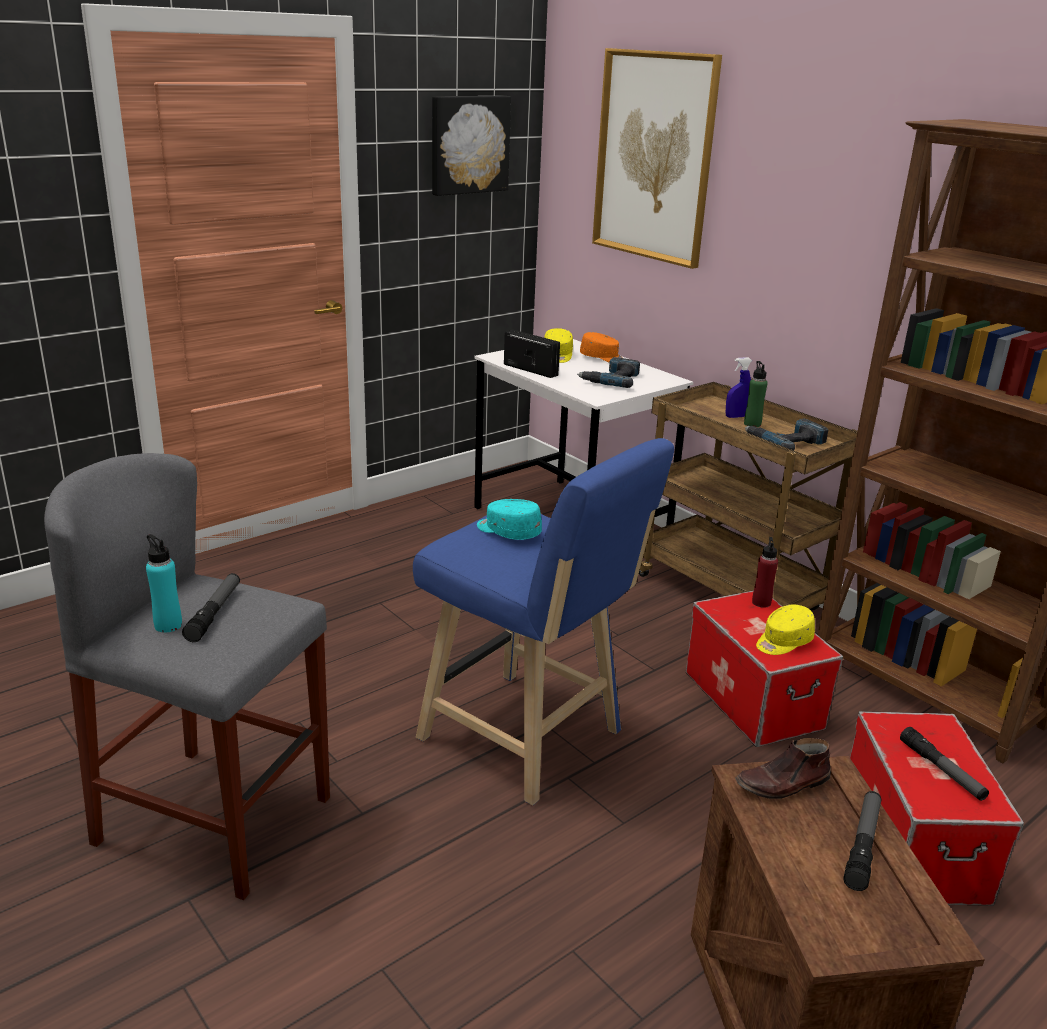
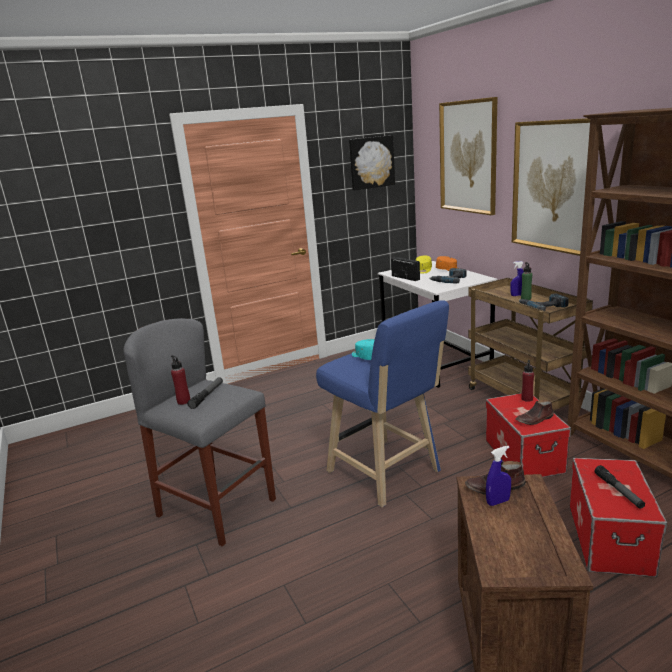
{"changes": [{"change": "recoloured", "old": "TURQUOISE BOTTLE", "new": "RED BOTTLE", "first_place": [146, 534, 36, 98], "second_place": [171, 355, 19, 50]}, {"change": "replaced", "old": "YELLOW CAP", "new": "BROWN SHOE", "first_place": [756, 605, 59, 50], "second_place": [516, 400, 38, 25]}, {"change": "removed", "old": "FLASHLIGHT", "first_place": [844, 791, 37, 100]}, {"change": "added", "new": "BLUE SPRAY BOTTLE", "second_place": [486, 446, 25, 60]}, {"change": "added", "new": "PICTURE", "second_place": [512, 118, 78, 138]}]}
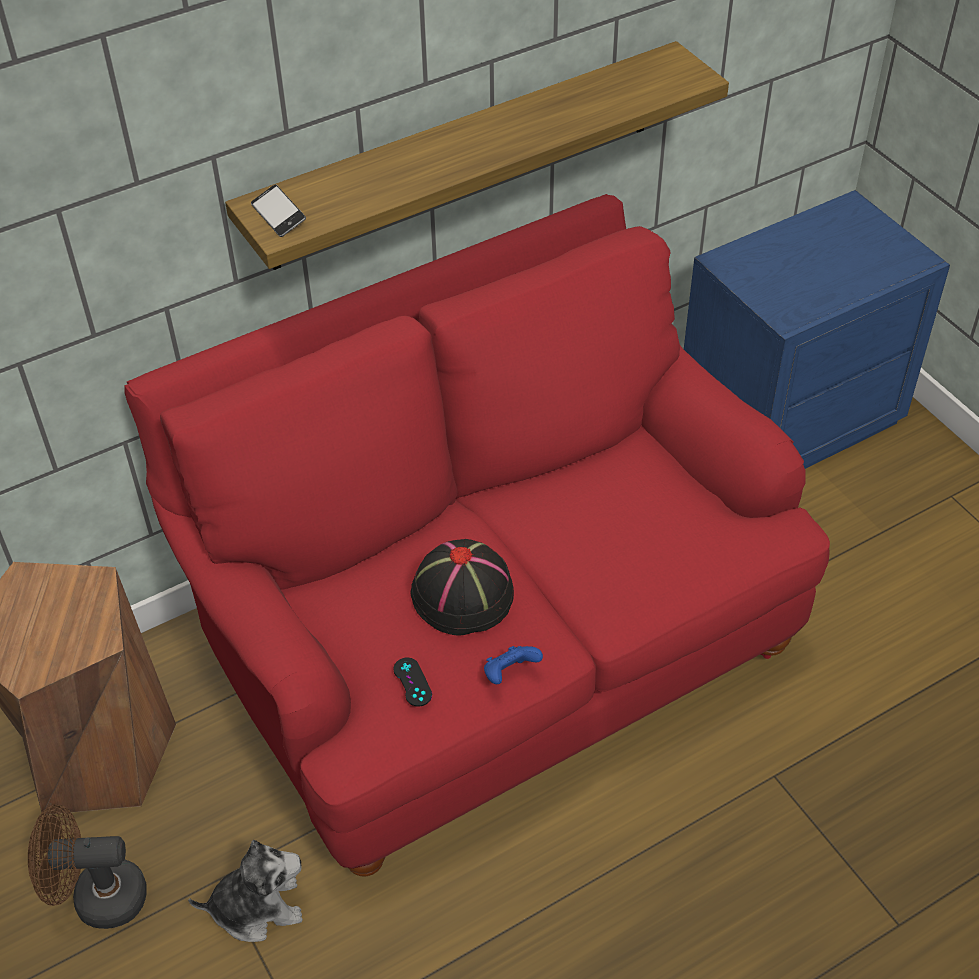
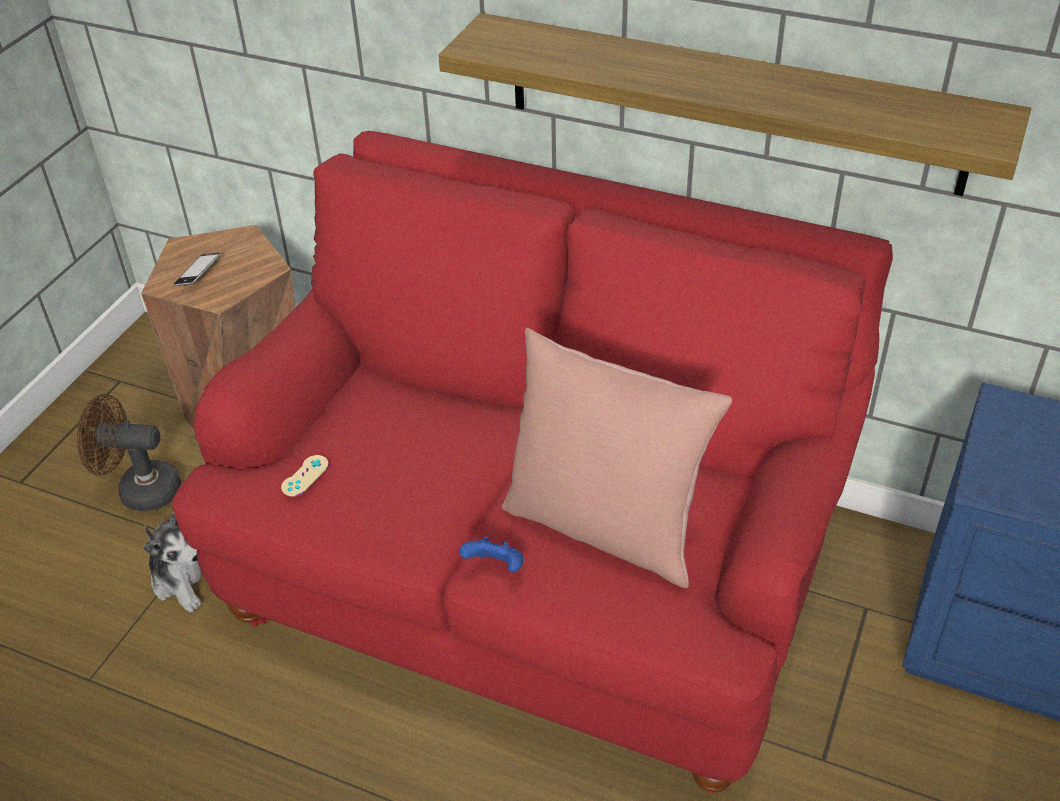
{"changes": [{"change": "turned", "old": "BROWN FAN", "first_place": [28, 805, 119, 124], "second_place": [77, 394, 104, 117], "degrees": -45}, {"change": "moved", "old": "PHONE", "first_place": [251, 184, 55, 53], "second_place": [174, 253, 47, 33]}, {"change": "recoloured", "old": "BLACK GAME CONTROLLER", "new": "BEIGE GAME CONTROLLER", "first_place": [393, 658, 39, 49], "second_place": [281, 455, 48, 41]}, {"change": "removed", "old": "BLACK HAT", "first_place": [410, 539, 104, 96]}, {"change": "moved", "old": "BLUE GAME CONTROLLER", "first_place": [484, 646, 59, 38], "second_place": [459, 536, 64, 36]}, {"change": "added", "new": "PINK PILLOW", "second_place": [502, 328, 230, 260]}]}
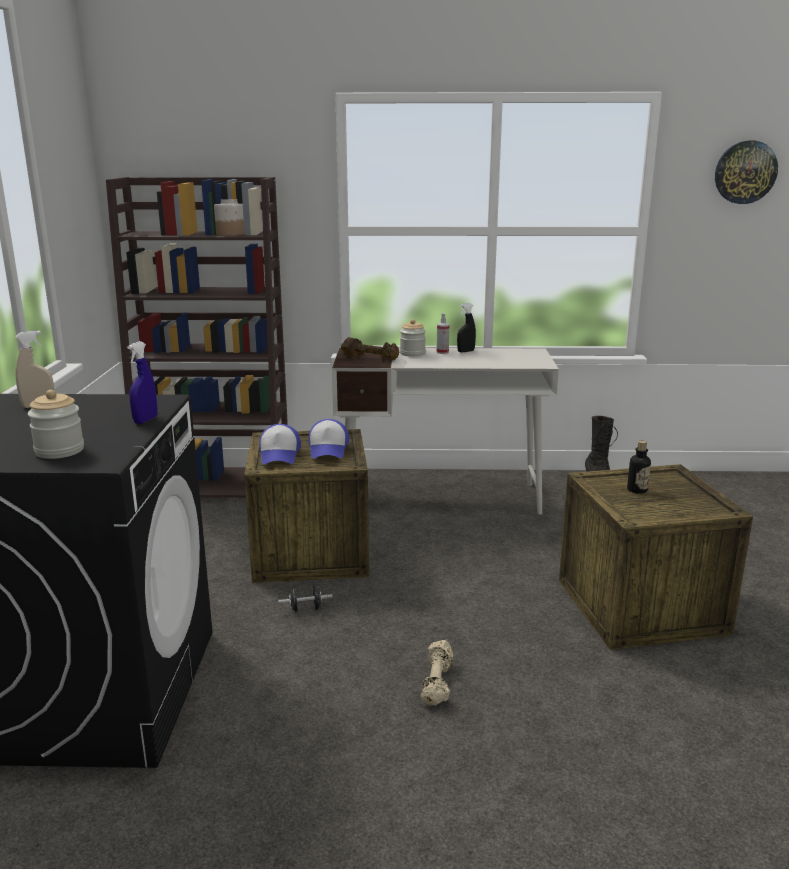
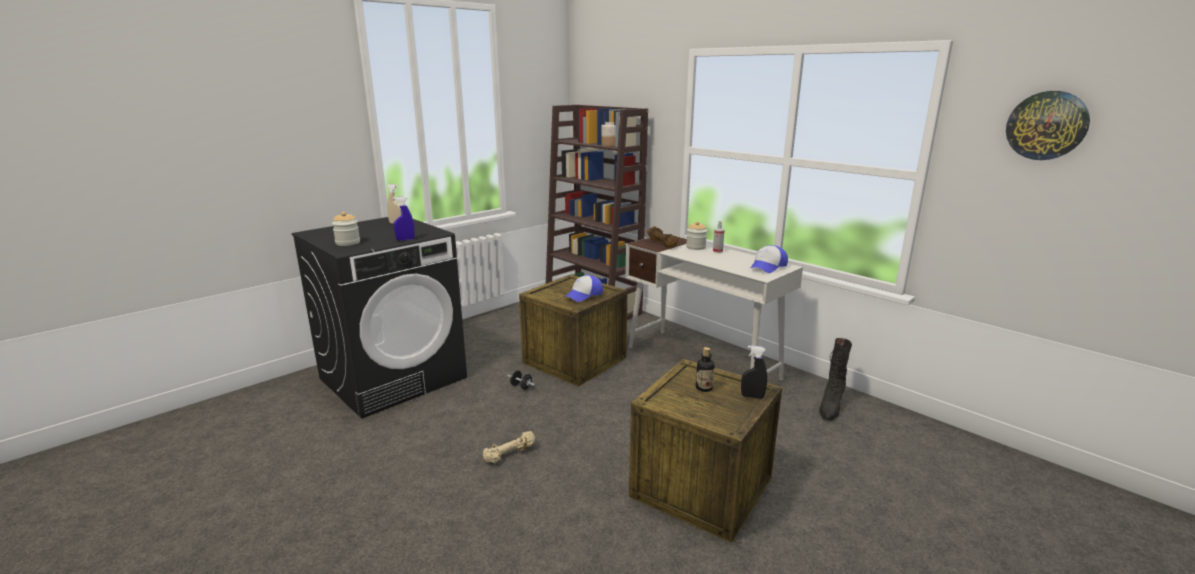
{"changes": [{"change": "moved", "old": "CAP", "first_place": [259, 424, 42, 41], "second_place": [750, 245, 38, 28]}, {"change": "moved", "old": "BLACK SPRAY BOTTLE", "first_place": [457, 303, 19, 49], "second_place": [741, 345, 26, 54]}]}
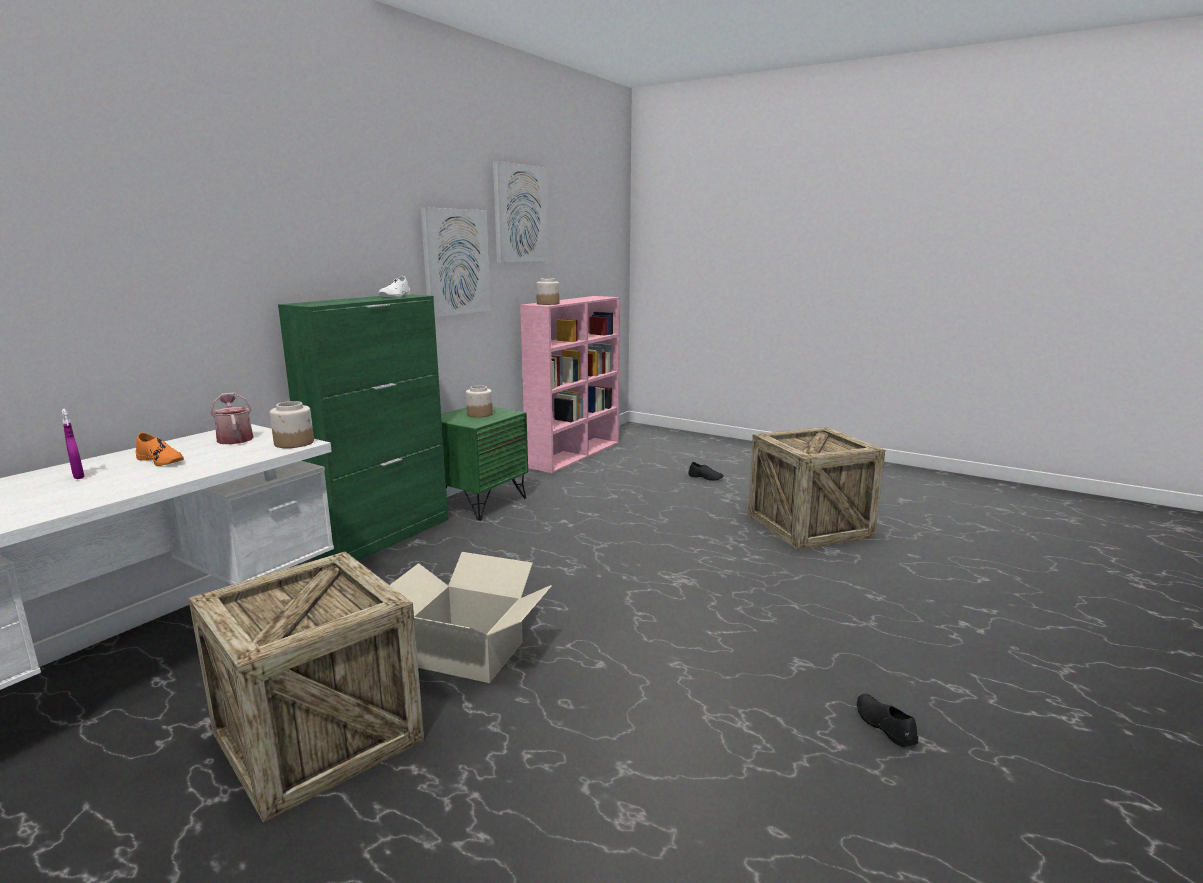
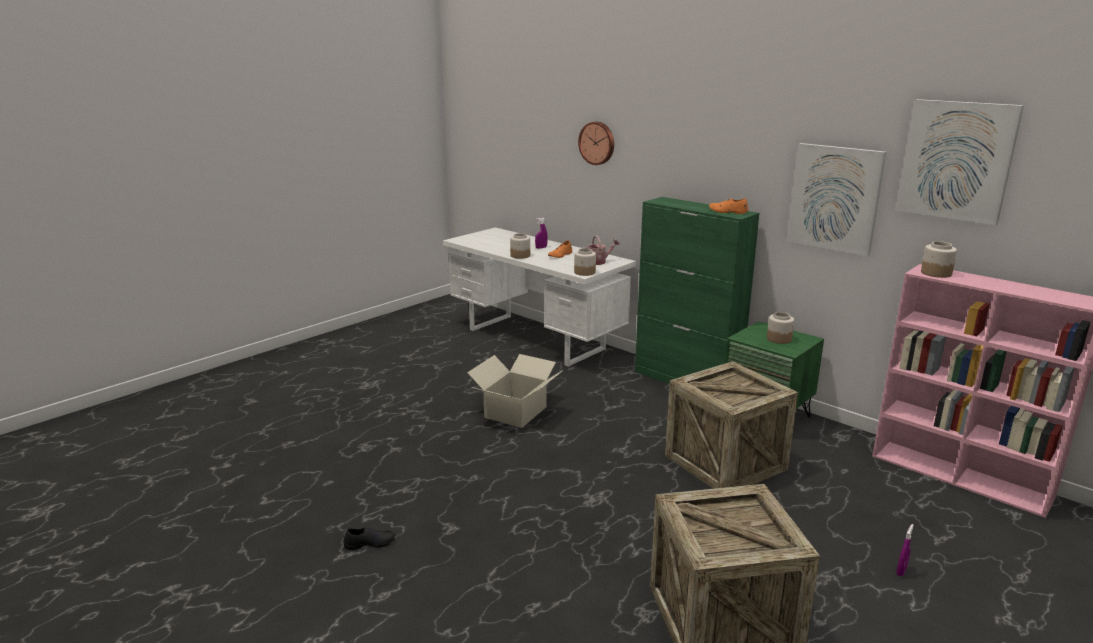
{"changes": [{"change": "moved", "old": "CRATE", "first_place": [188, 552, 236, 271], "second_place": [665, 361, 133, 128]}, {"change": "recoloured", "old": "WHITE SHOE", "new": "ORANGE SHOE", "first_place": [378, 276, 32, 21], "second_place": [709, 198, 39, 16]}, {"change": "replaced", "old": "BLACK SHOE", "new": "PURPLE SPRAY BOTTLE", "first_place": [688, 462, 35, 19], "second_place": [896, 524, 18, 52]}, {"change": "added", "new": "JAR", "second_place": [510, 233, 20, 26]}, {"change": "added", "new": "WALL CLOCK", "second_place": [578, 122, 36, 43]}]}
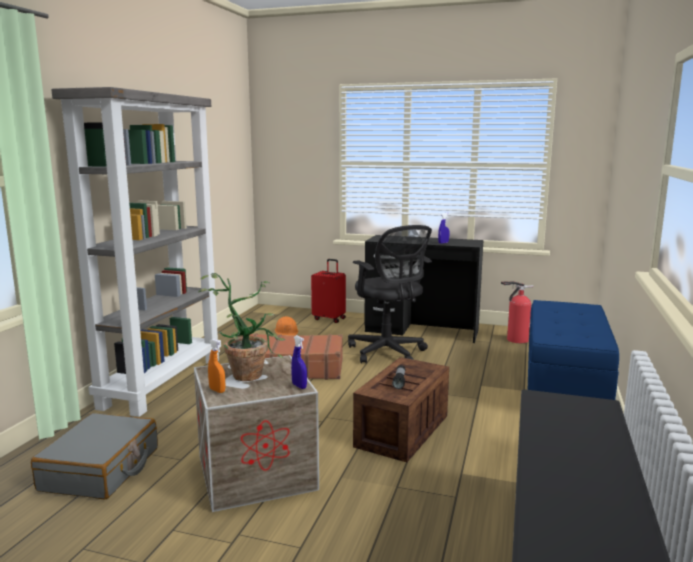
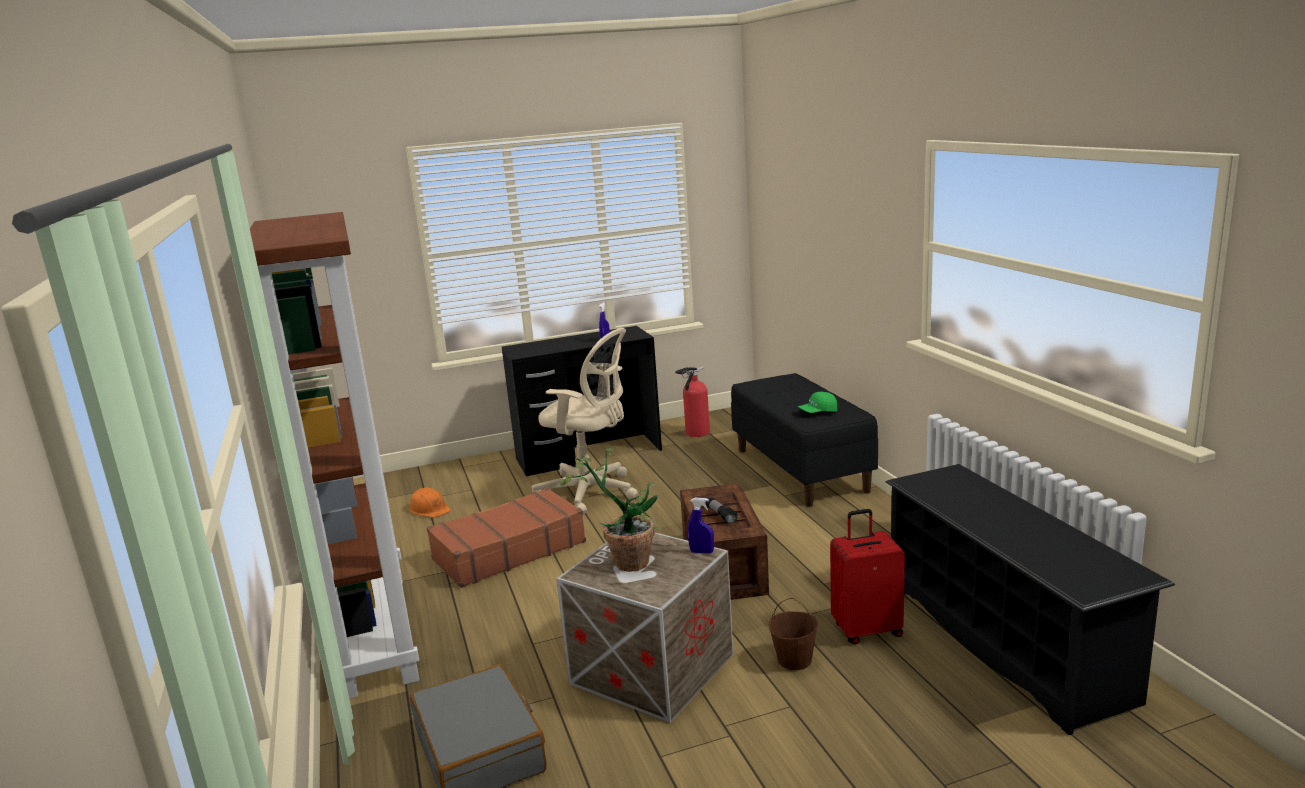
{"changes": [{"change": "recoloured", "old": "GREY BOOKCASE", "new": "BROWN BOOKCASE", "first_place": [51, 87, 170, 330], "second_place": [250, 212, 169, 487]}, {"change": "removed", "old": "ORANGE SPRAY BOTTLE", "first_place": [208, 339, 17, 54]}, {"change": "moved", "old": "RED SUITCASE", "first_place": [311, 259, 35, 64], "second_place": [830, 509, 75, 136]}, {"change": "recoloured", "old": "BLACK OFFICE CHAIR", "new": "BEIGE OFFICE CHAIR", "first_place": [348, 225, 84, 139], "second_place": [532, 328, 106, 186]}, {"change": "recoloured", "old": "BLUE BENCH", "new": "BLACK BENCH", "first_place": [528, 300, 91, 100], "second_place": [731, 373, 147, 134]}, {"change": "added", "new": "BROWN BUCKET", "second_place": [768, 598, 51, 72]}, {"change": "added", "new": "GREEN CAP", "second_place": [798, 392, 39, 21]}]}
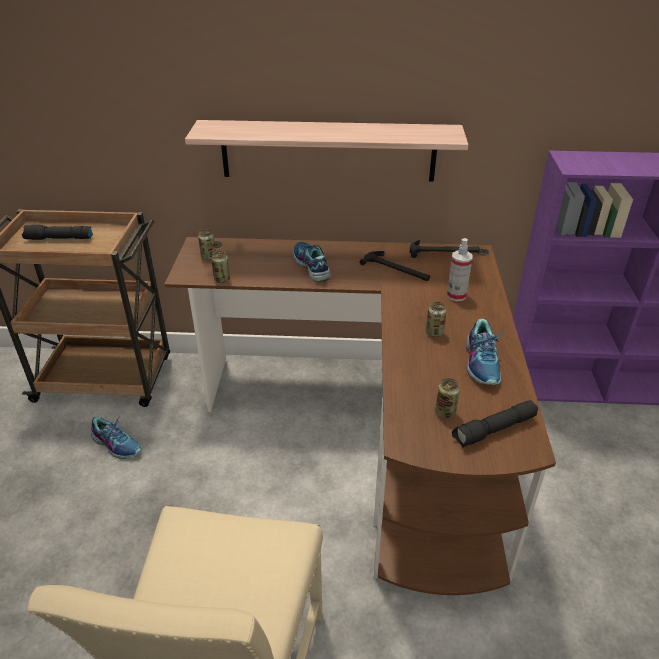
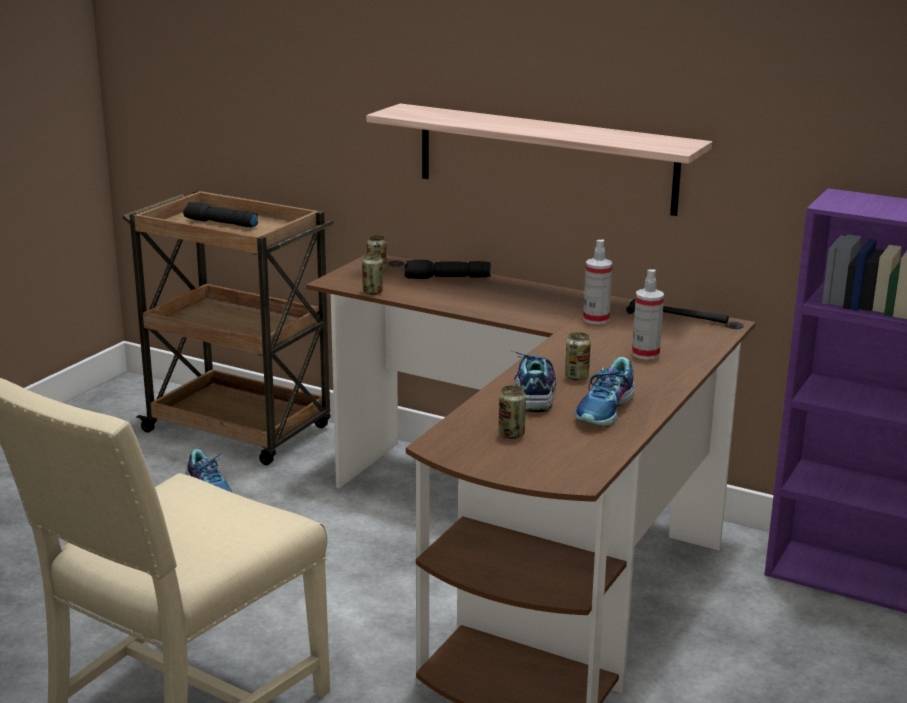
{"changes": [{"change": "moved", "old": "SHOE", "first_place": [293, 242, 38, 40], "second_place": [514, 352, 43, 60]}, {"change": "replaced", "old": "HAMMER", "new": "SPRAY BOTTLE", "first_place": [360, 251, 70, 30], "second_place": [583, 240, 30, 84]}, {"change": "moved", "old": "BLACK FLASHLIGHT", "first_place": [452, 400, 86, 48], "second_place": [405, 260, 86, 19]}]}
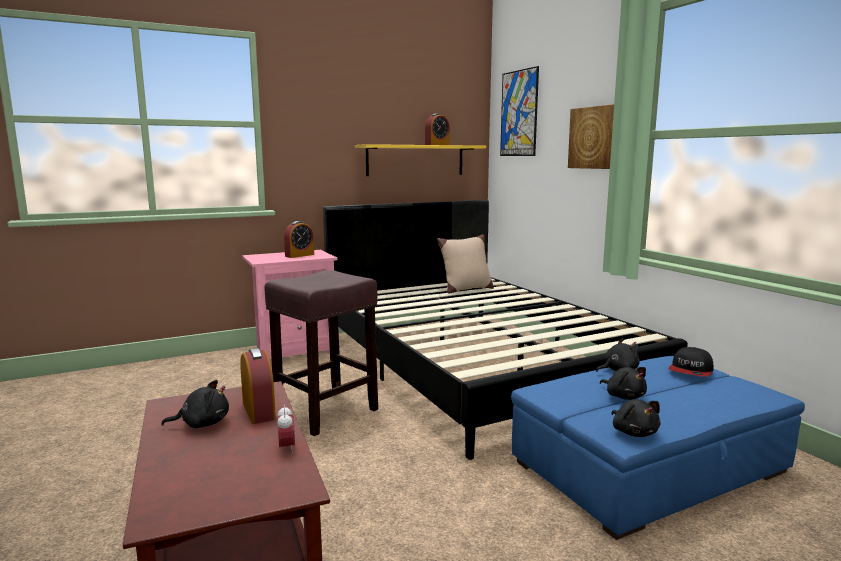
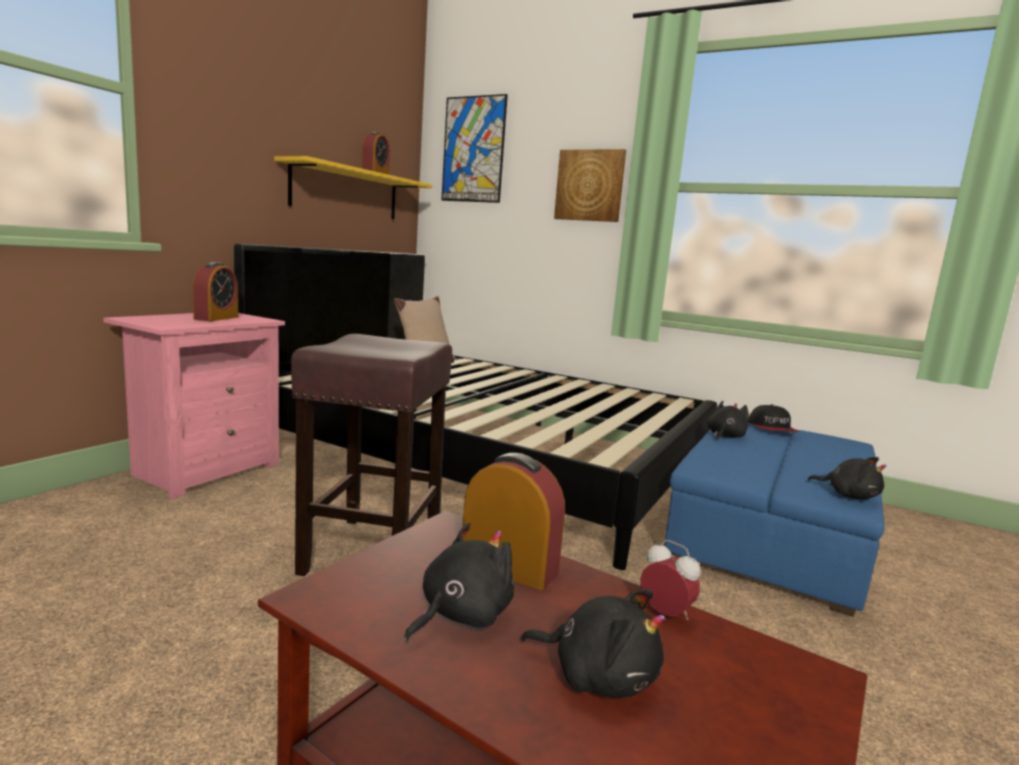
{"changes": [{"change": "moved", "old": "BLACK PLUSH TOY", "first_place": [600, 367, 47, 33], "second_place": [521, 589, 144, 108]}]}
